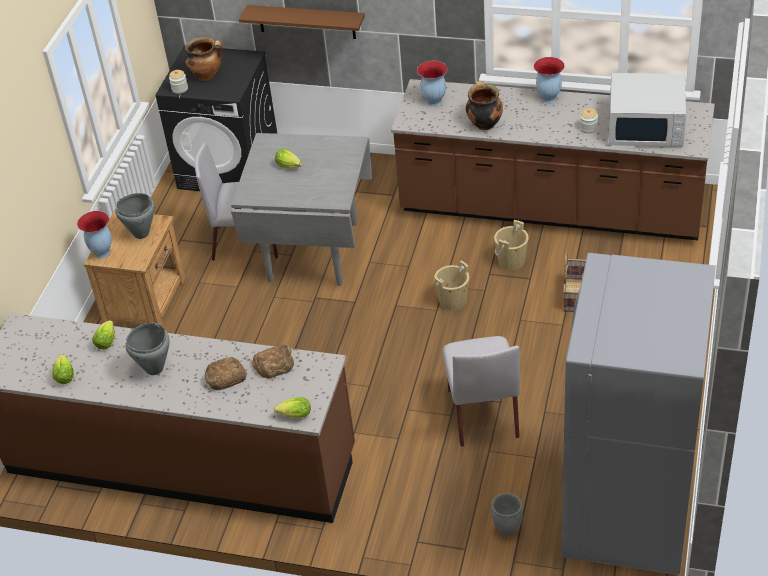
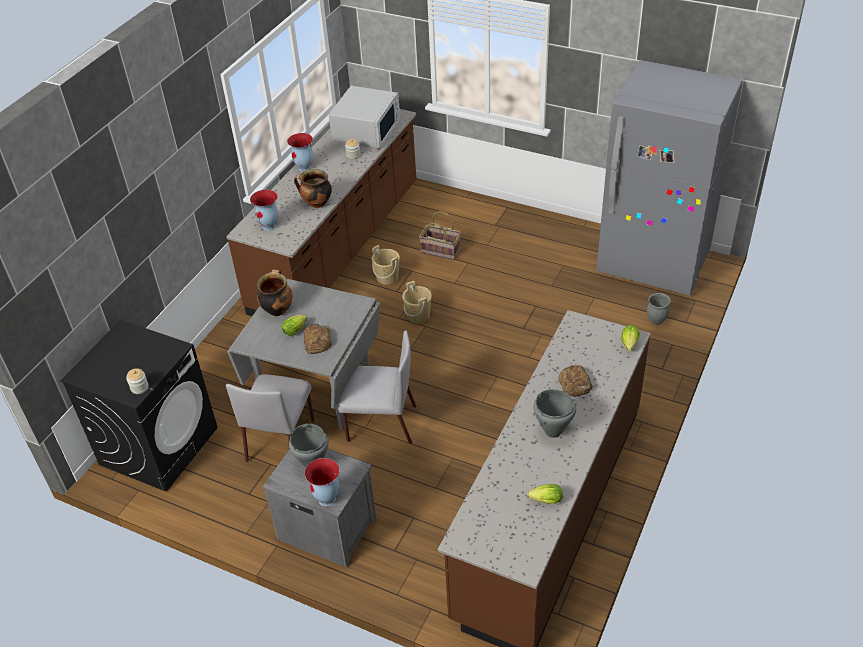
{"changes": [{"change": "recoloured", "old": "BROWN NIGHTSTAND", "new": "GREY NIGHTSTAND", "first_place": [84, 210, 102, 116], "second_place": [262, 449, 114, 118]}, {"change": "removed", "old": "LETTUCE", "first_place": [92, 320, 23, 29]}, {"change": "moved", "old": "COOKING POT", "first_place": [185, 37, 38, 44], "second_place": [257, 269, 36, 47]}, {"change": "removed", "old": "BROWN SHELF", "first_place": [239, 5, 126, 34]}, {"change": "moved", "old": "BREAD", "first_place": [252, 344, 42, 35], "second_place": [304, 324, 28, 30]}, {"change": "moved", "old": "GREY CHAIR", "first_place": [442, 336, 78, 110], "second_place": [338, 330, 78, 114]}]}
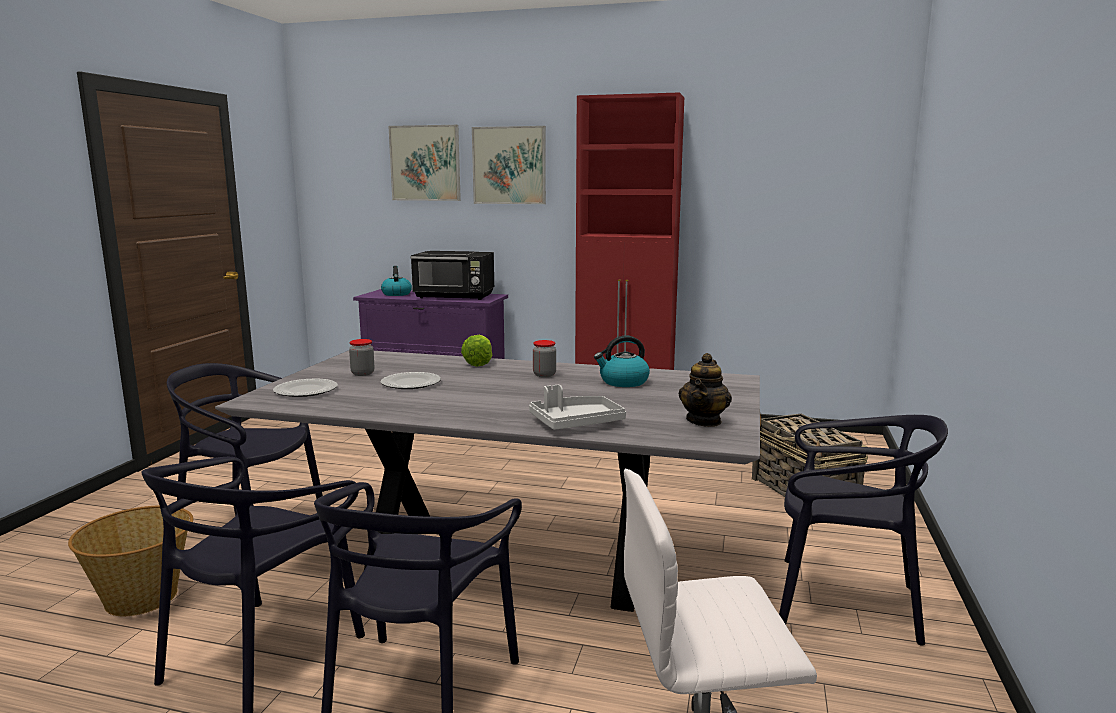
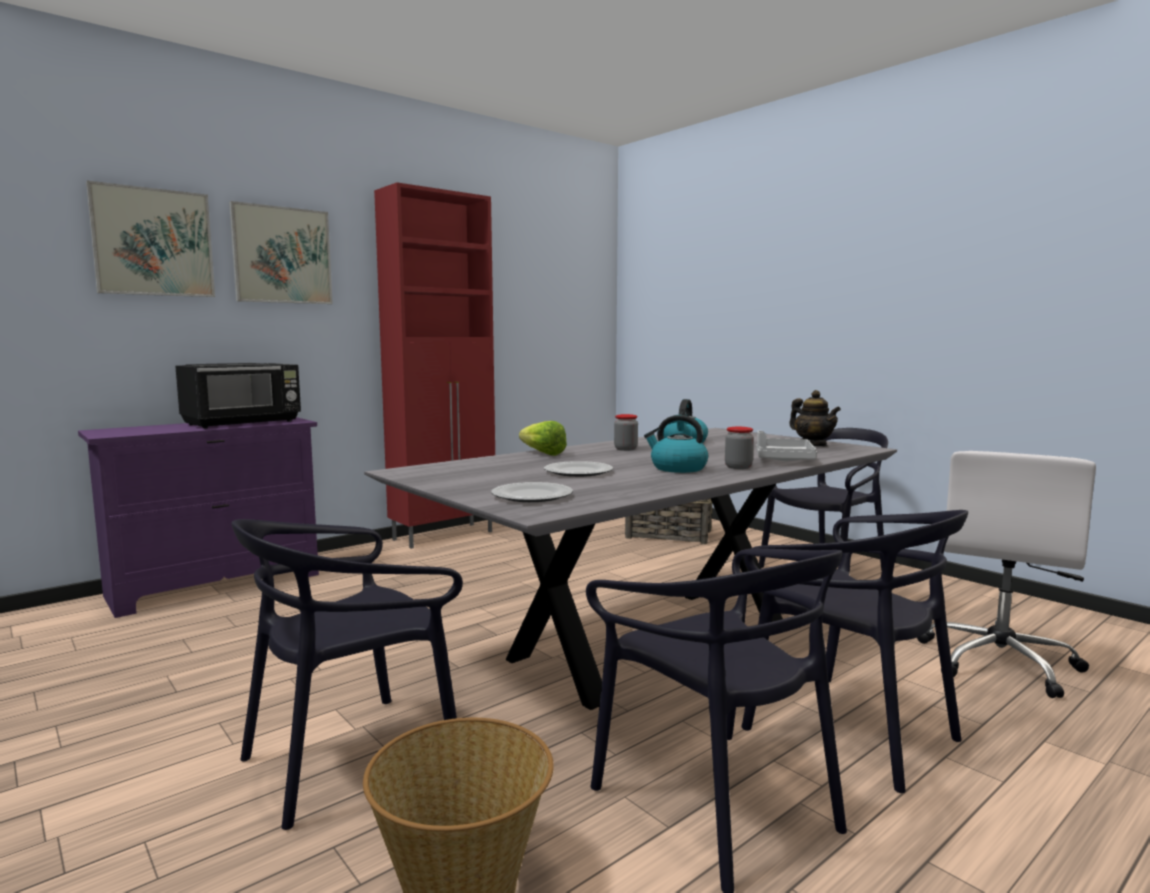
{"changes": [{"change": "moved", "old": "JAR", "first_place": [349, 339, 25, 37], "second_place": [725, 427, 29, 42]}, {"change": "moved", "old": "KETTLE", "first_place": [381, 266, 31, 30], "second_place": [644, 415, 64, 58]}]}
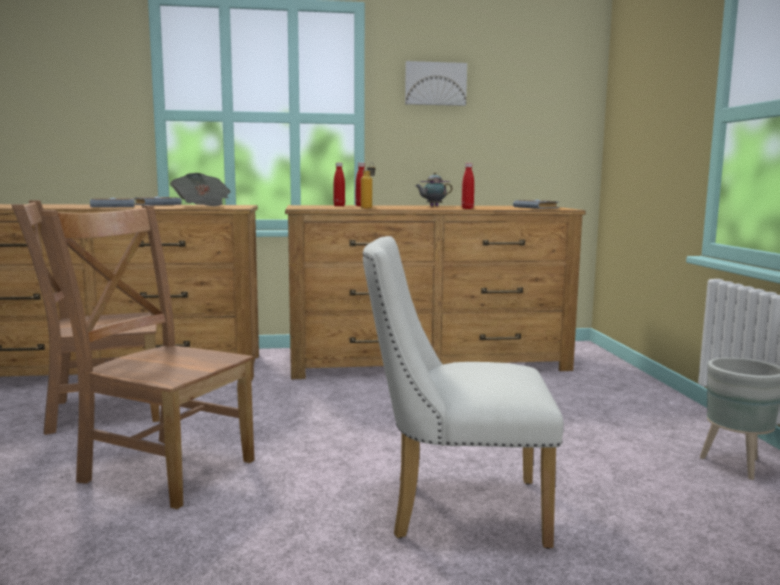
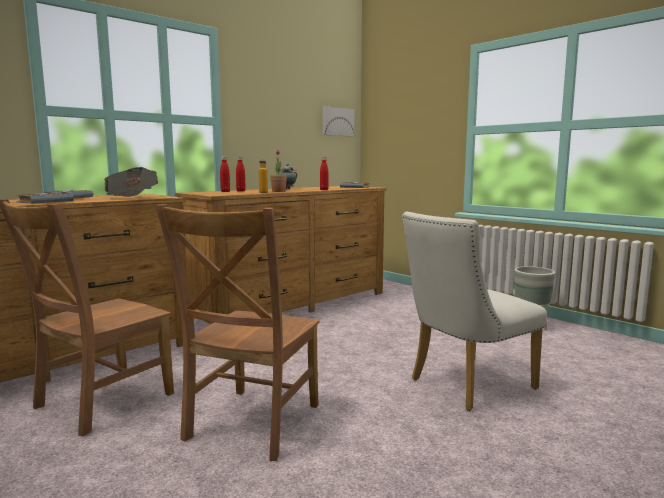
{"changes": [{"change": "turned", "old": "BROWN CHAIR", "first_place": [41, 205, 214, 304], "second_place": [155, 204, 165, 257], "degrees": -60}, {"change": "moved", "old": "PICTURE", "first_place": [405, 61, 62, 45], "second_place": [322, 106, 32, 31]}, {"change": "added", "new": "POTTED PLANT", "second_place": [270, 150, 17, 42]}]}
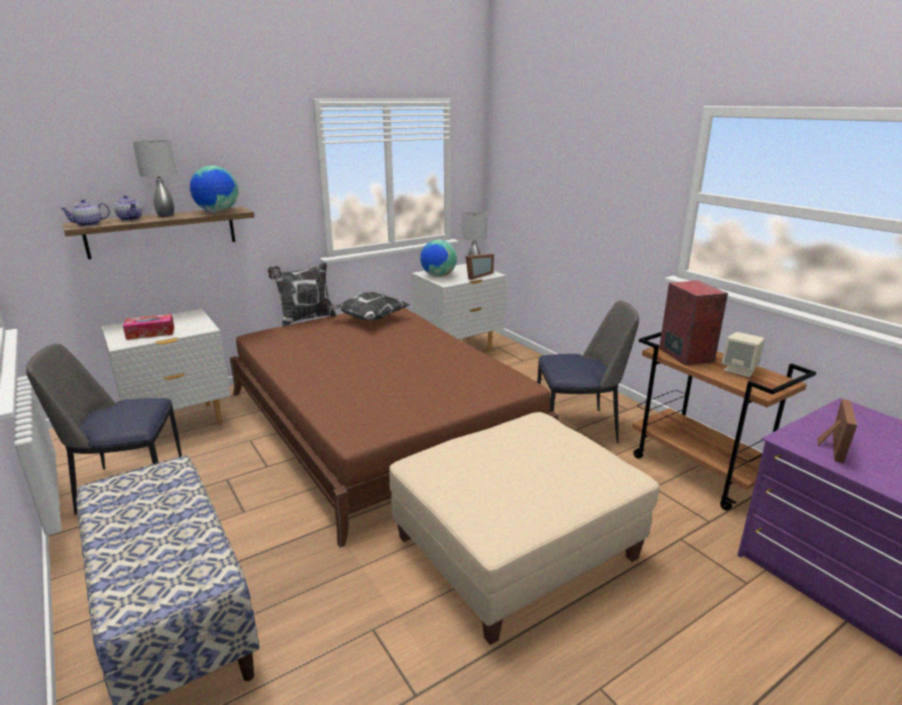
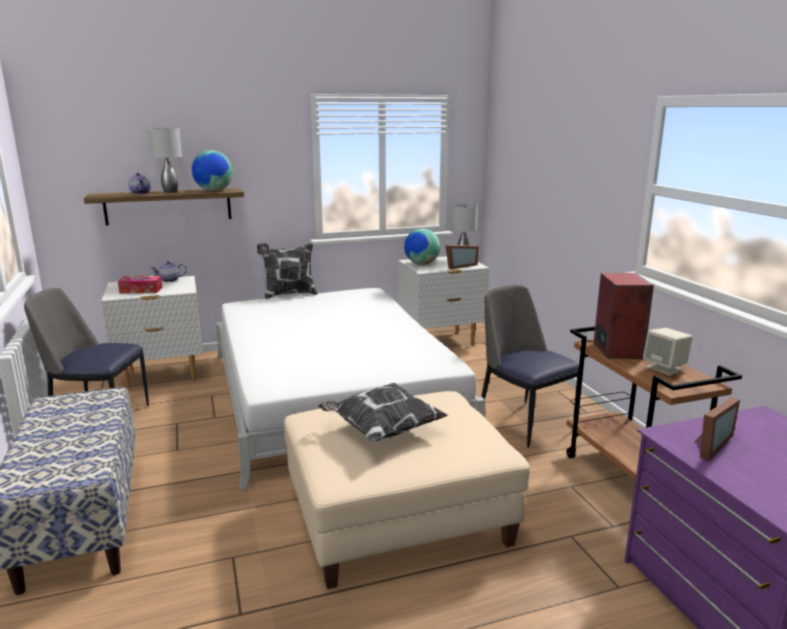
{"changes": [{"change": "moved", "old": "TEAPOT", "first_place": [60, 199, 50, 27], "second_place": [151, 261, 36, 21]}, {"change": "recoloured", "old": "BROWN BED", "new": "WHITE BED", "first_place": [230, 308, 329, 240], "second_place": [216, 288, 269, 202]}, {"change": "moved", "old": "PILLOW", "first_place": [327, 292, 83, 28], "second_place": [318, 383, 130, 59]}, {"change": "turned", "old": "CHAIR", "first_place": [537, 301, 102, 142], "second_place": [481, 285, 98, 163], "degrees": -135}]}
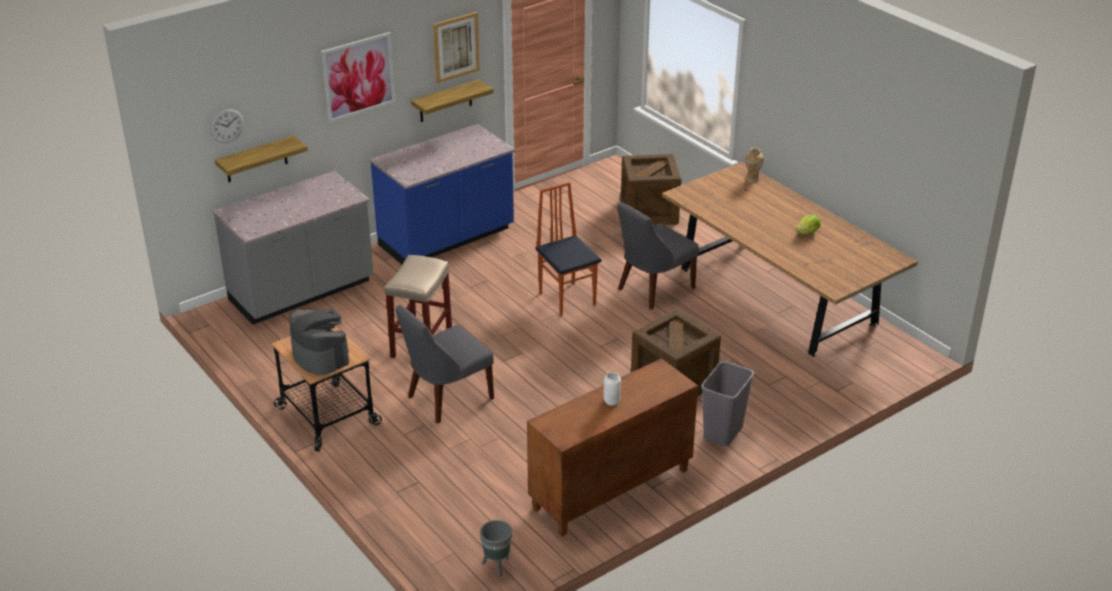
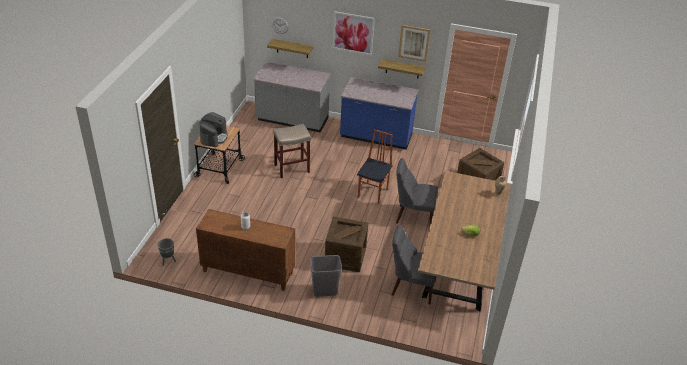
{"changes": [{"change": "moved", "old": "GREY CHAIR", "first_place": [396, 305, 98, 119], "second_place": [392, 225, 44, 80]}]}
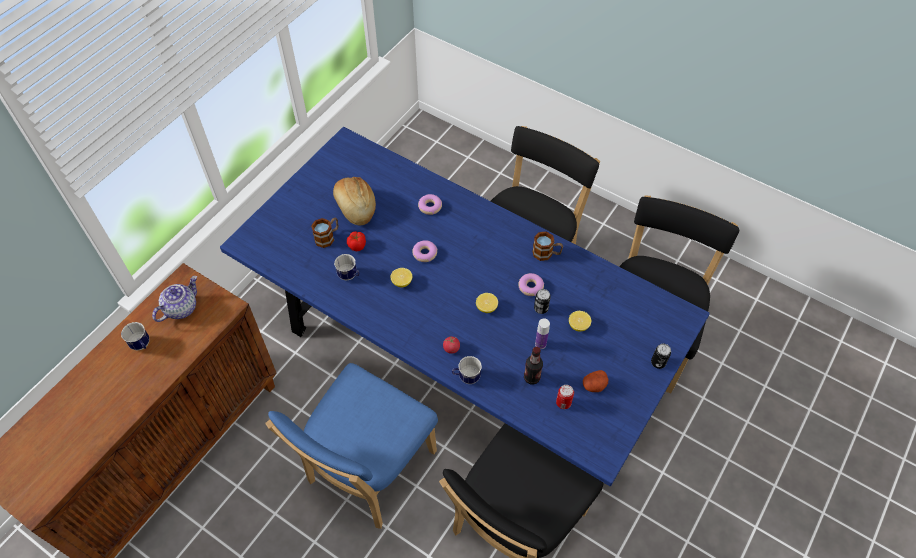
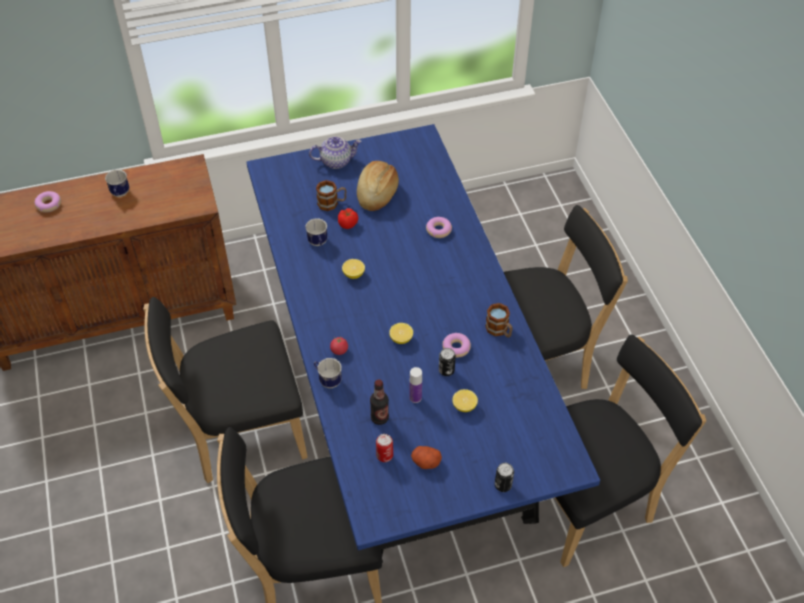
{"changes": [{"change": "moved", "old": "TEAPOT", "first_place": [152, 276, 45, 46], "second_place": [309, 136, 52, 33]}, {"change": "recoloured", "old": "BLUE CHAIR", "new": "BLACK CHAIR", "first_place": [265, 363, 173, 166], "second_place": [143, 297, 165, 186]}, {"change": "moved", "old": "DONUT", "first_place": [412, 240, 25, 22], "second_place": [34, 191, 27, 21]}]}
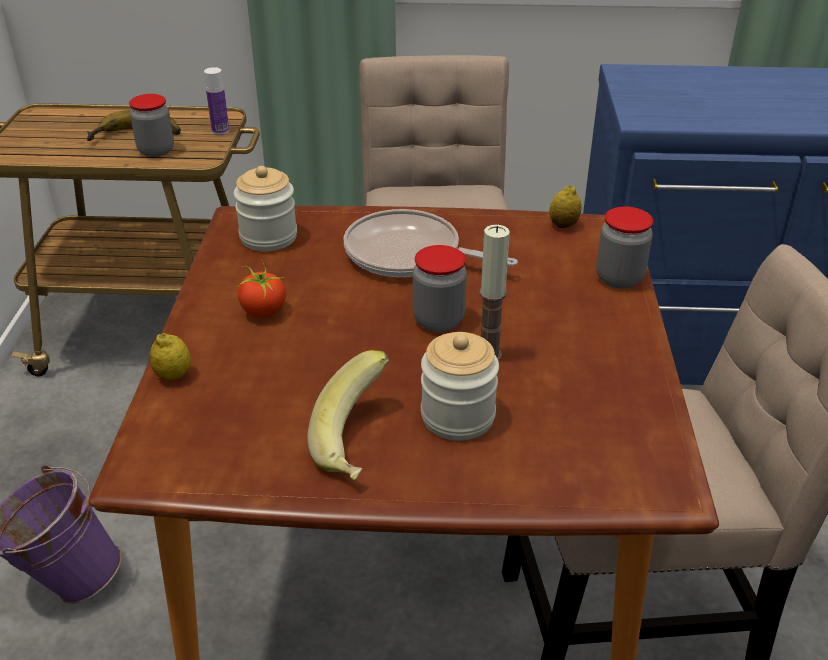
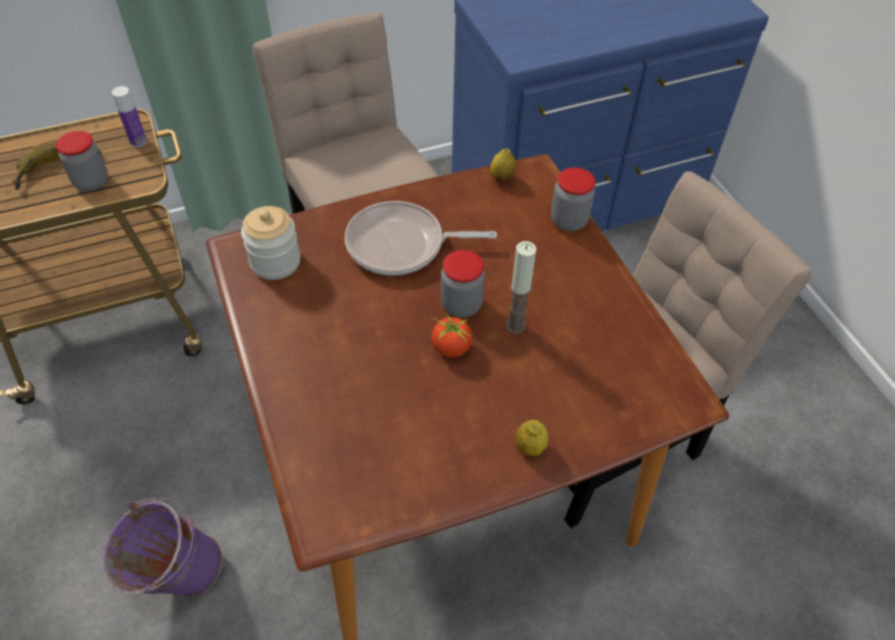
{"changes": [{"change": "moved", "old": "LEMON", "first_place": [150, 333, 41, 48], "second_place": [515, 420, 34, 36]}, {"change": "moved", "old": "TOMATO", "first_place": [238, 260, 48, 58], "second_place": [431, 308, 41, 50]}, {"change": "removed", "old": "BANANA", "first_place": [307, 350, 82, 130]}, {"change": "removed", "old": "JAR", "first_place": [421, 332, 78, 108]}]}
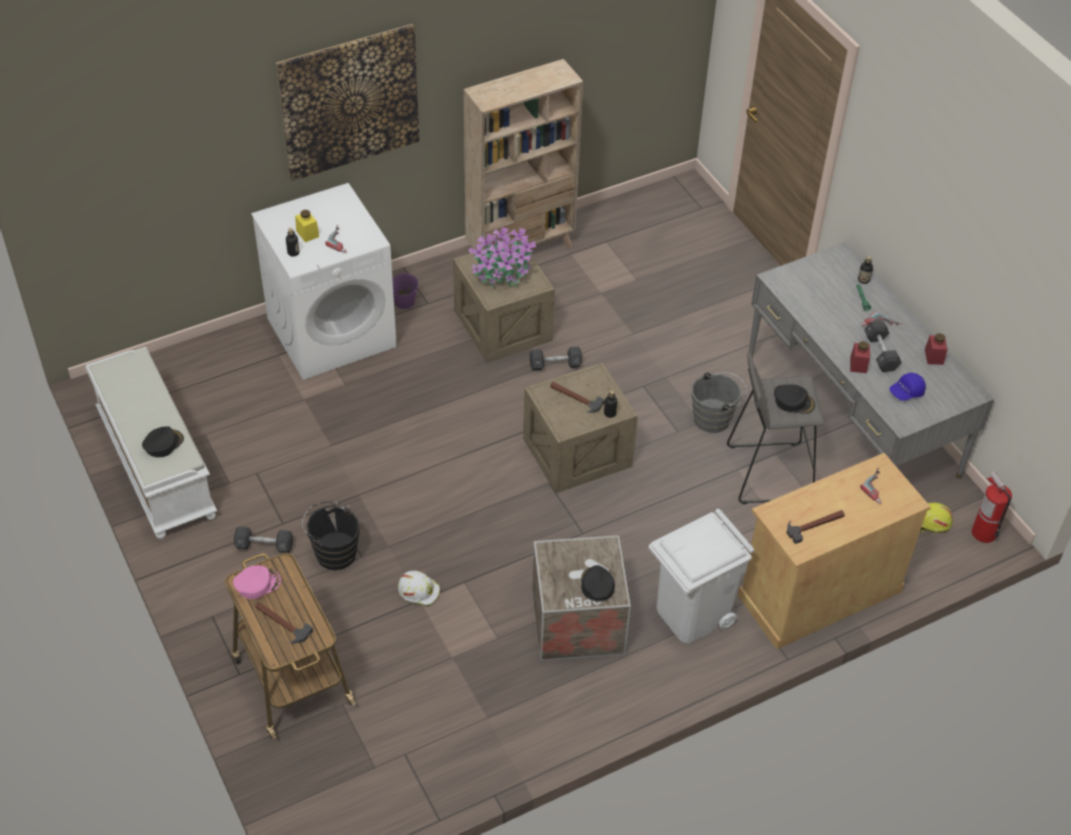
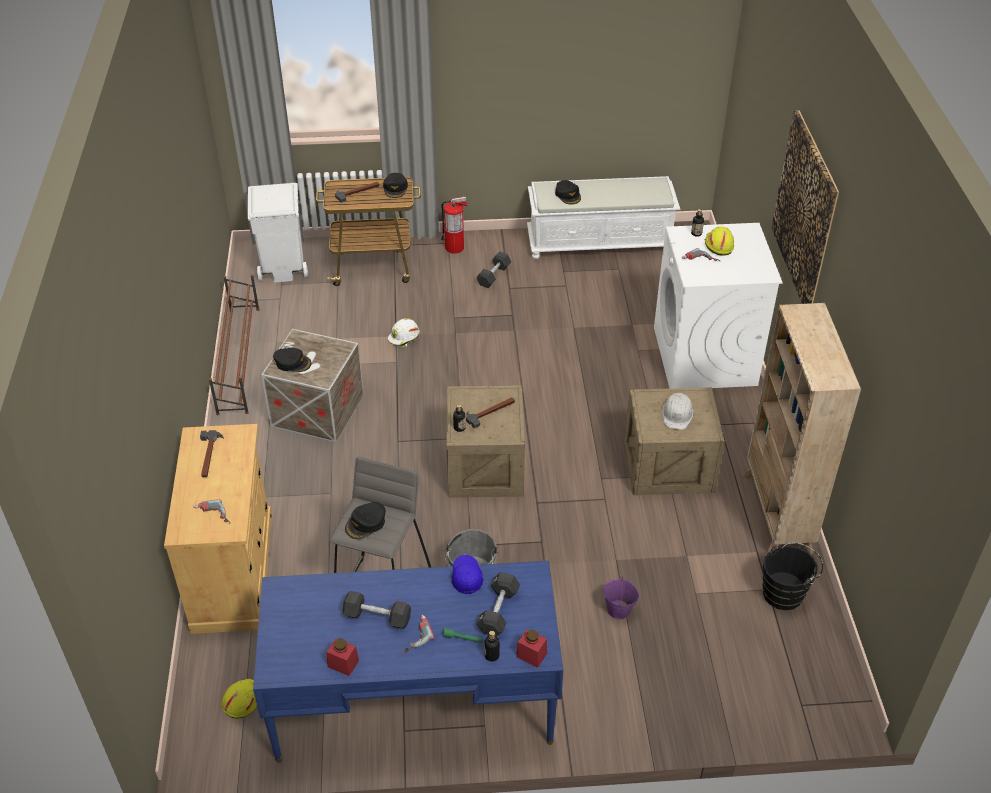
{"changes": [{"change": "recoloured", "old": "PINK CAP", "new": "BLACK CAP", "first_place": [233, 565, 48, 34], "second_place": [383, 173, 25, 25]}, {"change": "replaced", "old": "YELLOW JAR", "new": "YELLOW HARD HAT", "first_place": [295, 210, 24, 32], "second_place": [704, 226, 30, 30]}, {"change": "moved", "old": "BLACK BUCKET", "first_place": [302, 502, 57, 68], "second_place": [762, 543, 61, 67]}, {"change": "moved", "old": "PURPLE BUCKET", "first_place": [392, 271, 26, 38], "second_place": [603, 576, 37, 43]}, {"change": "replaced", "old": "POTTED PLANT", "new": "WHITE HARD HAT", "first_place": [469, 227, 67, 60], "second_place": [662, 393, 31, 37]}, {"change": "moved", "old": "BLACK DUMBBELL", "first_place": [530, 347, 52, 24], "second_place": [476, 572, 44, 64]}, {"change": "moved", "old": "WHITE TRASH CAN", "first_place": [649, 509, 106, 134], "second_place": [248, 183, 60, 99]}, {"change": "recoloured", "old": "GREY DESK", "new": "BLUE DESK", "first_place": [749, 242, 245, 236], "second_place": [253, 561, 310, 202]}, {"change": "moved", "old": "RED JAR", "first_place": [850, 341, 20, 32], "second_place": [516, 629, 31, 39]}, {"change": "moved", "old": "BLUE CAP", "first_place": [890, 373, 36, 28], "second_place": [452, 555, 31, 39]}, {"change": "moved", "old": "FIRE EXTINGUISHER", "first_place": [972, 471, 40, 72], "second_place": [441, 197, 27, 56]}, {"change": "added", "new": "BROWN SHOE RACK", "second_place": [209, 274, 50, 142]}]}
